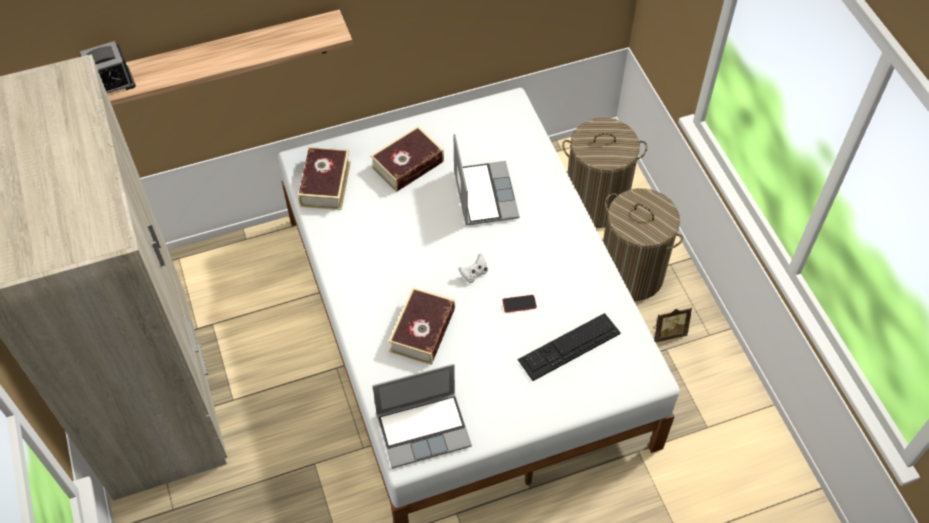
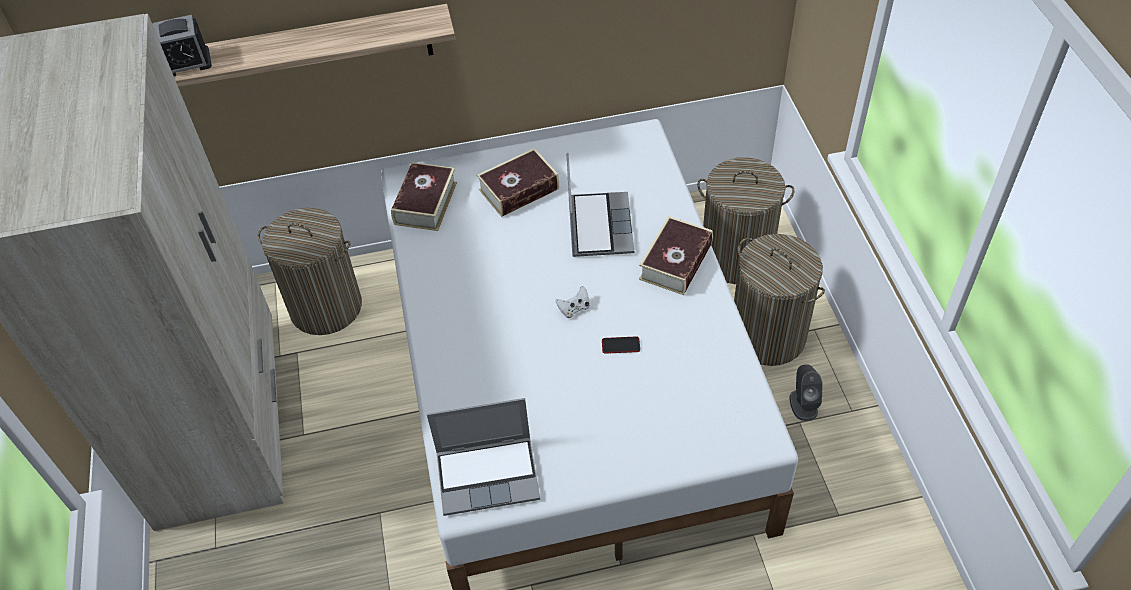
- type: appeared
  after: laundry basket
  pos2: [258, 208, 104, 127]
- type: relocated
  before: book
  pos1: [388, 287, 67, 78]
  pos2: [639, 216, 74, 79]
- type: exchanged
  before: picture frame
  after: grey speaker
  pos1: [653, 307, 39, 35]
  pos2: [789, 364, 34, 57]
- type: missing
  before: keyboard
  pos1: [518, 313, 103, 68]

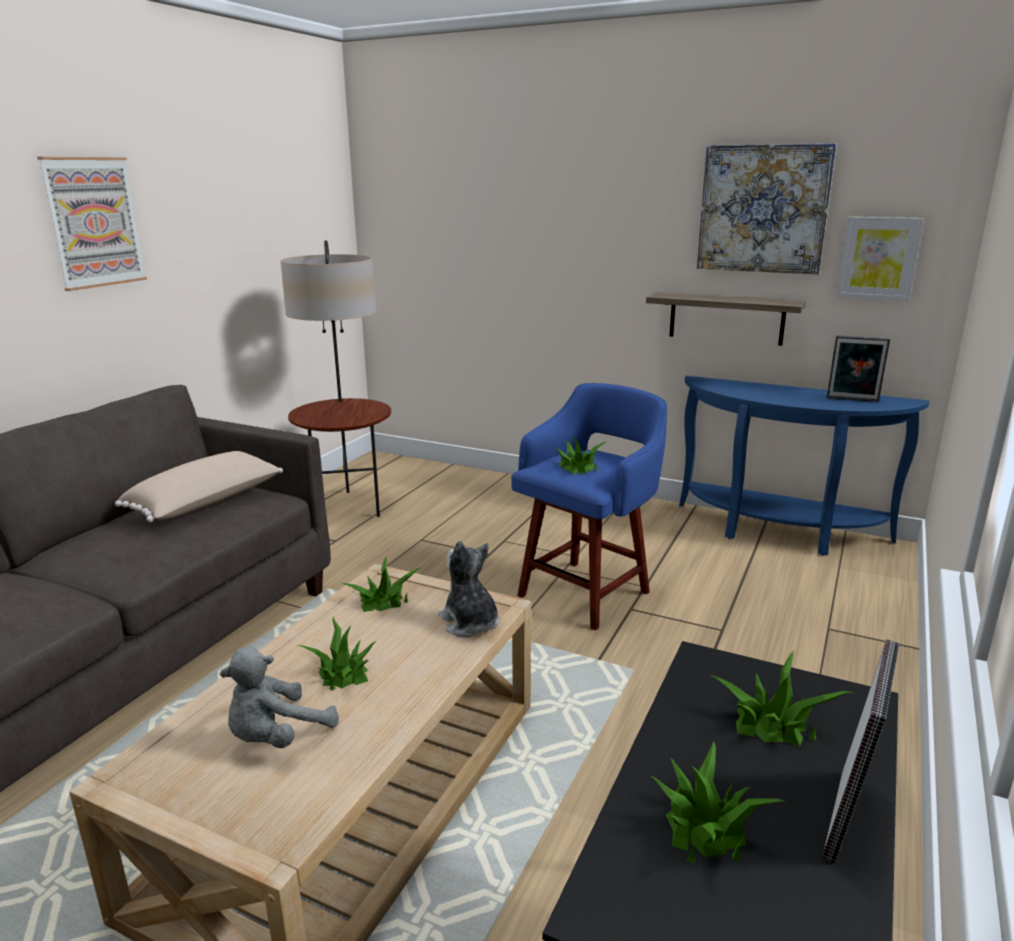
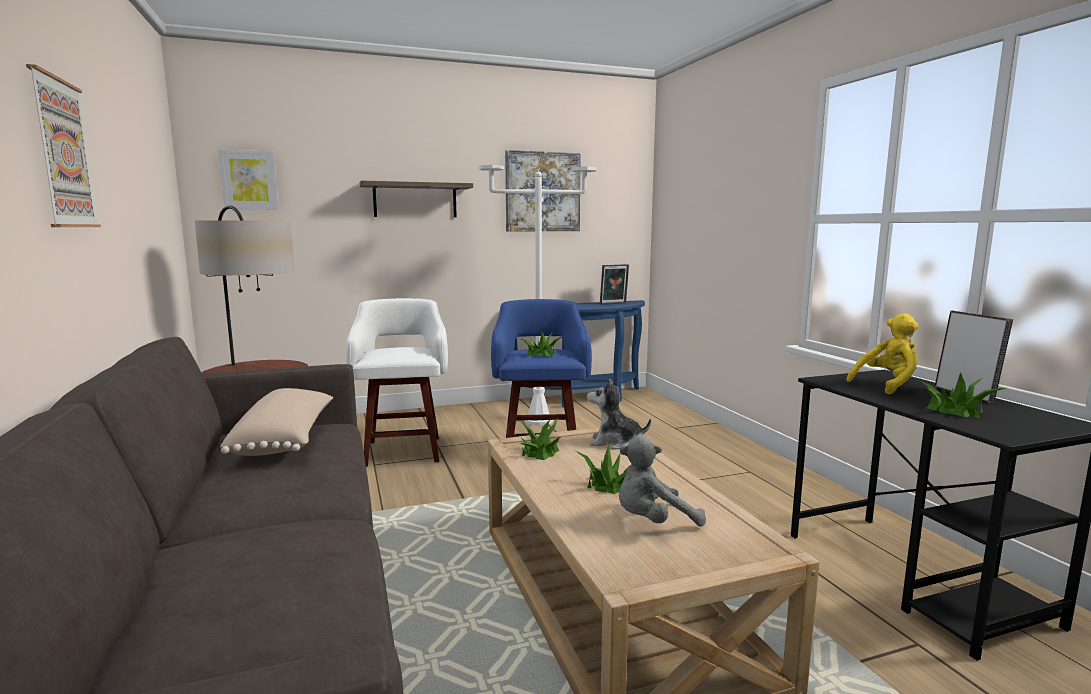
- type: relocated
  before: picture
  pos1: [836, 217, 88, 84]
  pos2: [219, 150, 60, 59]
- type: appeared
  after: white stool
  pos2: [346, 298, 102, 169]
- type: relocated
  before: shelf
  pos1: [646, 292, 160, 54]
  pos2: [359, 181, 114, 36]
- type: appeared
  after: white floor lamp
  pos2: [479, 165, 117, 261]
- type: spun
  before: grey plush toy
  pos1: [220, 646, 119, 102]
  pos2: [619, 435, 87, 92]
  turn: 75
- type: exchanged
  before: potted plant
  after: yellow plush toy
  pos1: [710, 651, 143, 95]
  pos2: [846, 313, 73, 82]

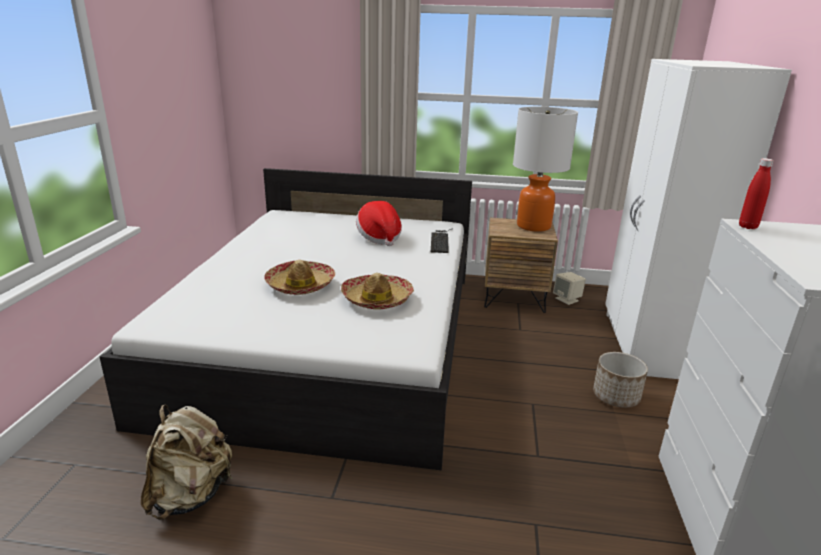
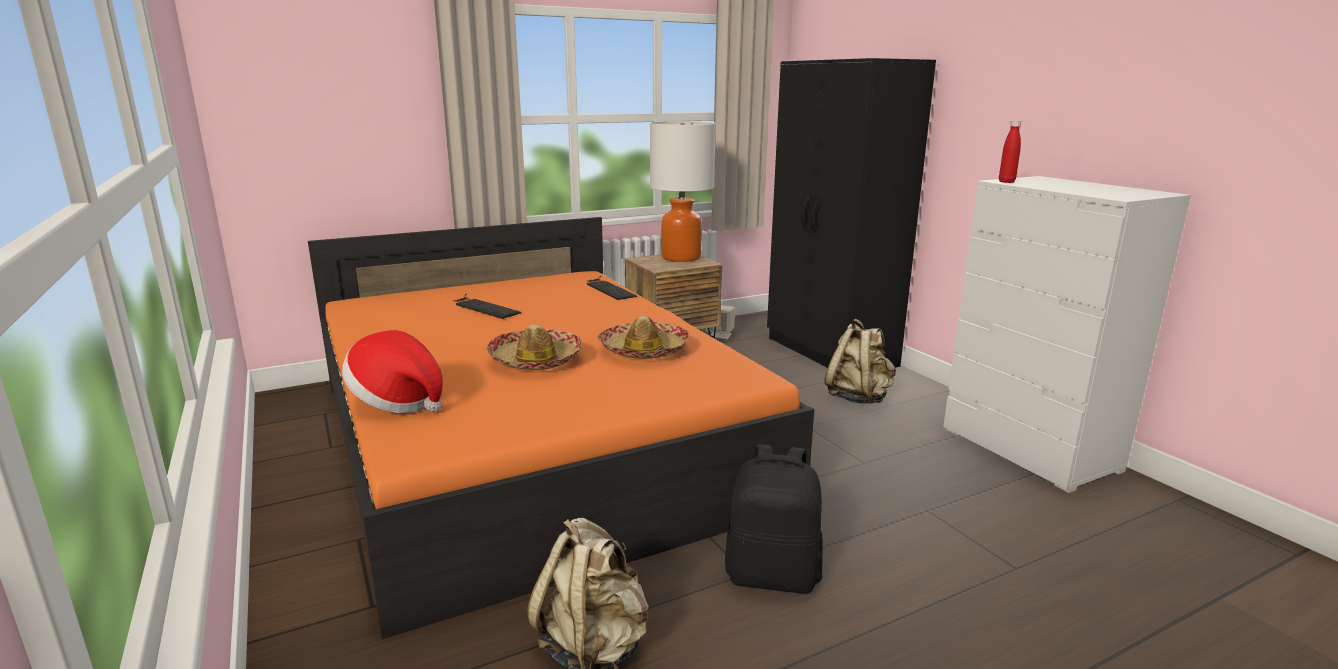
- type: colour
  before: white bed
  after: orange bed
  pos1: [100, 168, 372, 302]
  pos2: [308, 217, 506, 422]
- type: relocated
  before: hat
  pos1: [356, 201, 46, 45]
  pos2: [342, 330, 101, 83]
- type: appeared
  after: keyboard
  pos2: [453, 294, 68, 25]
- type: appeared
  after: black backpack
  pos2: [725, 444, 98, 150]
- type: colour
  before: white wardrobe
  after: black wardrobe
  pos1: [605, 59, 187, 320]
  pos2: [767, 58, 169, 310]
- type: exchanged
  before: planter
  after: beige backpack
  pos1: [593, 352, 55, 56]
  pos2: [824, 319, 72, 85]

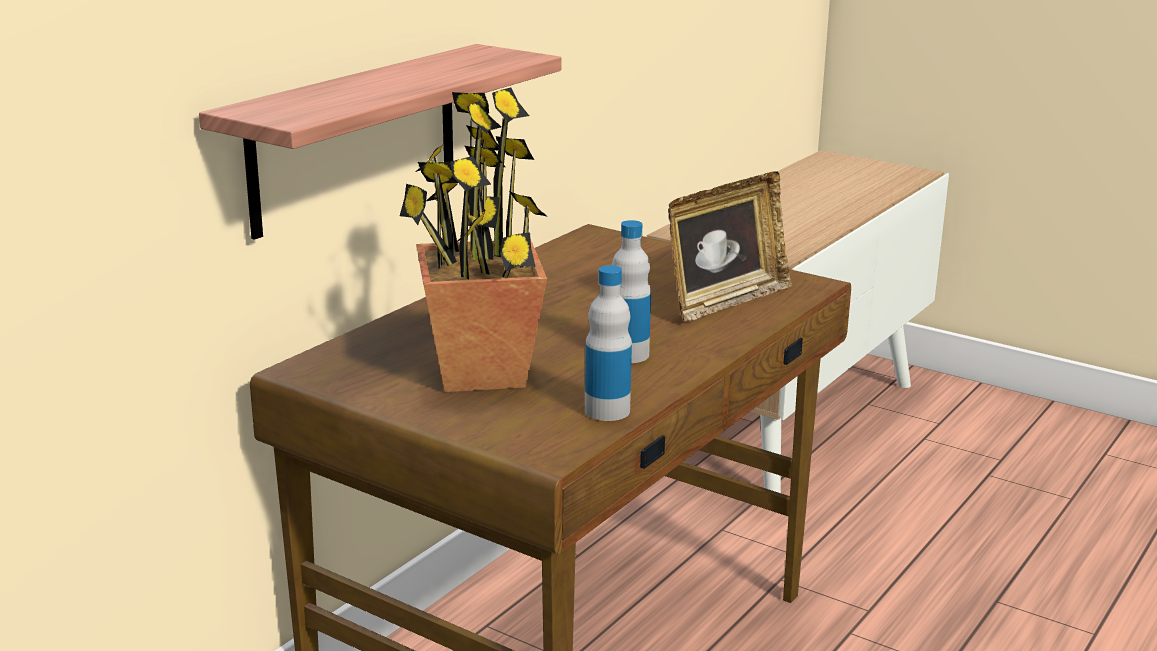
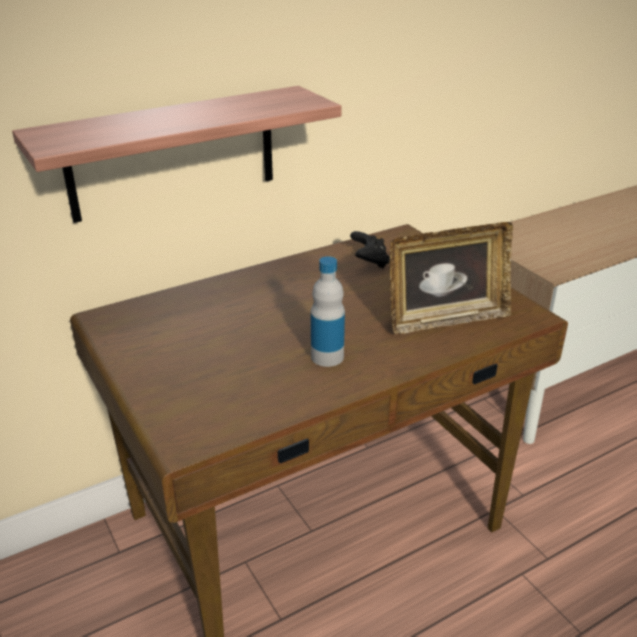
- type: appeared
  after: black game controller
  pos2: [350, 231, 40, 37]
- type: missing
  before: potted plant
  pos1: [400, 88, 148, 304]
- type: missing
  before: bottle
  pos1: [585, 265, 47, 156]

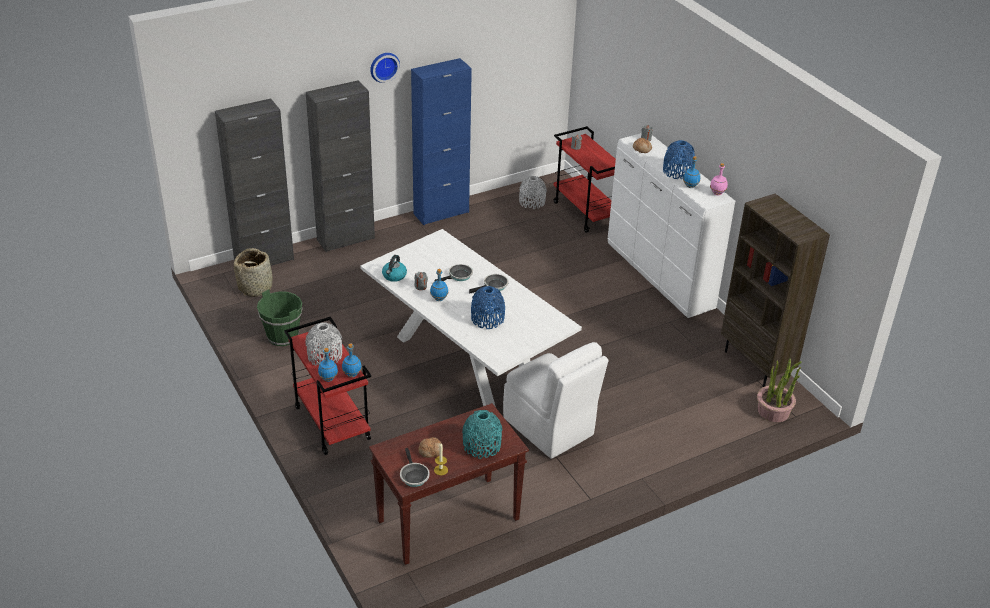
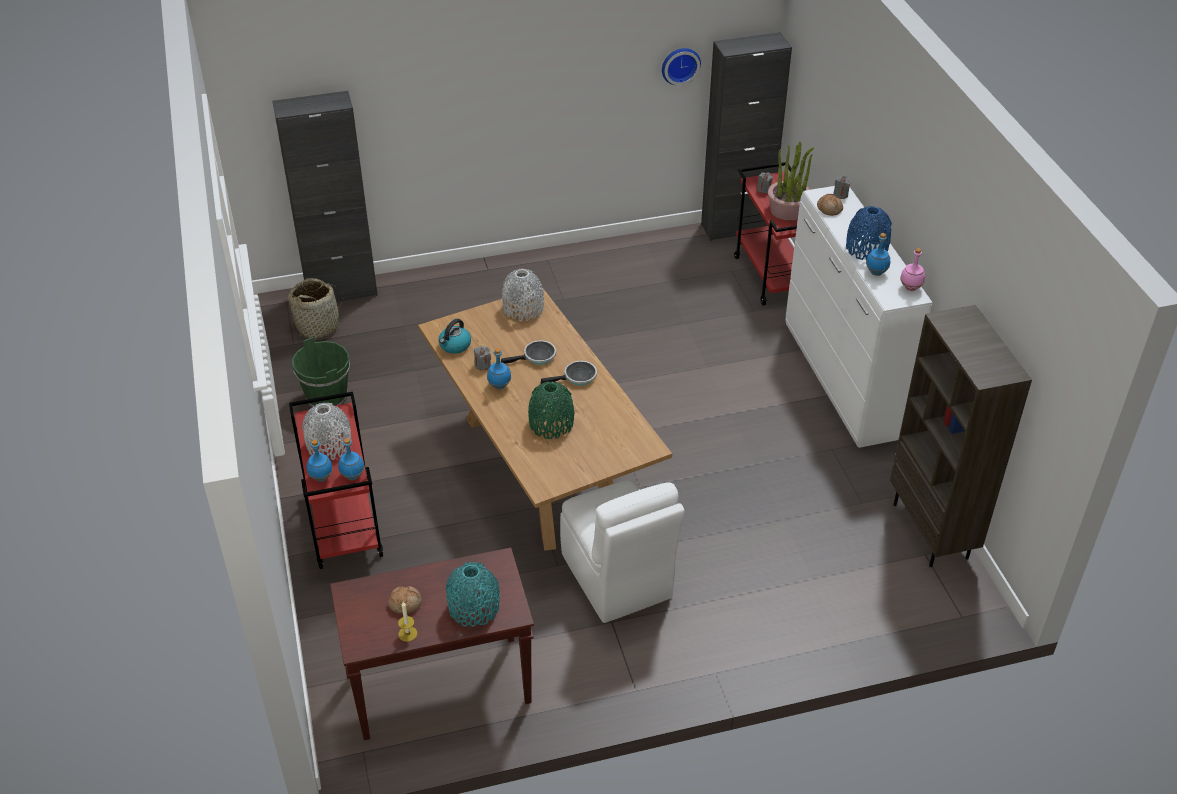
- type: colour
  before: white dining table
  after: brown dining table
  pos1: [360, 229, 222, 178]
  pos2: [418, 289, 254, 262]
- type: relocated
  before: grey vase
  pos1: [519, 176, 28, 33]
  pos2: [502, 269, 42, 52]
- type: colour
  before: blue vase
  after: green vase
  pos1: [471, 286, 34, 43]
  pos2: [528, 381, 46, 58]
- type: relocated
  before: wall clock
  pos1: [370, 53, 30, 30]
  pos2: [662, 48, 39, 37]
- type: relocated
  before: black cabinet
  pos1: [306, 80, 69, 172]
  pos2: [701, 32, 91, 209]
- type: relocated
  before: potted plant
  pos1: [757, 359, 45, 63]
  pos2: [768, 142, 46, 79]
- type: missing
  before: frying pan
  pos1: [400, 448, 30, 39]
- type: missing
  before: blue cabinet
  pos1: [411, 58, 61, 167]

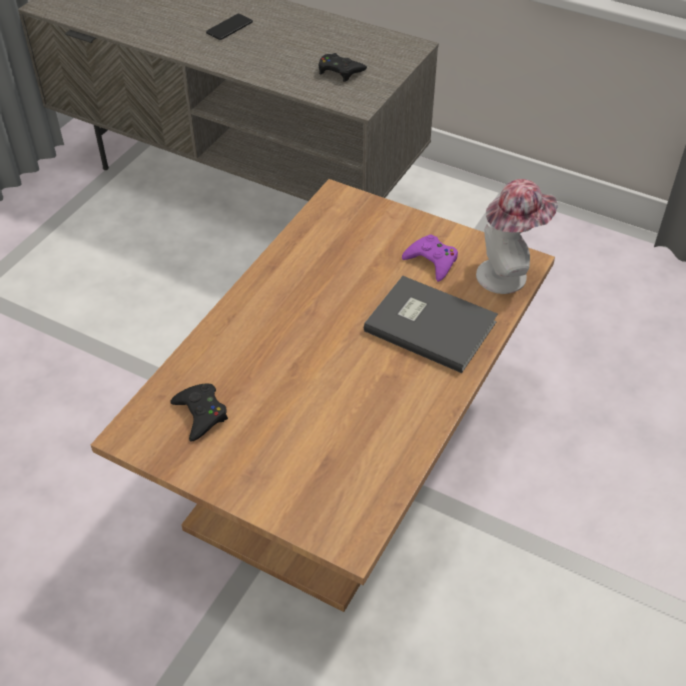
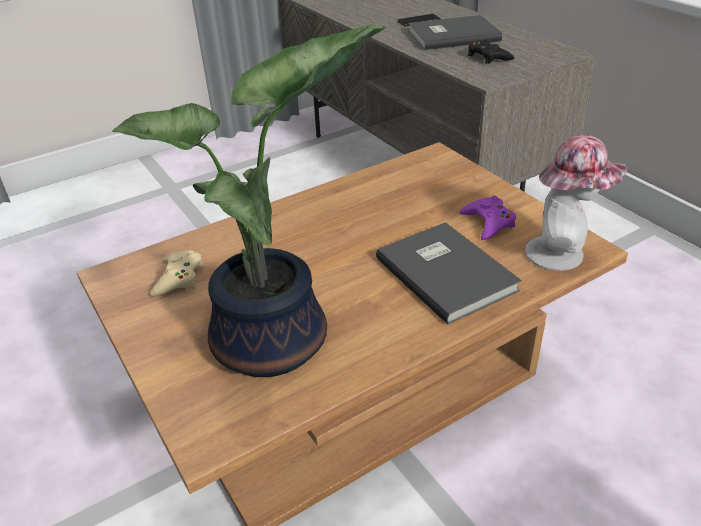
- type: appeared
  after: potted plant
  pos2: [112, 25, 274, 352]
- type: colour
  before: black game controller
  after: beige game controller
  pos1: [170, 384, 58, 58]
  pos2: [149, 250, 54, 46]
- type: appeared
  after: grey book
  pos2: [408, 15, 94, 35]

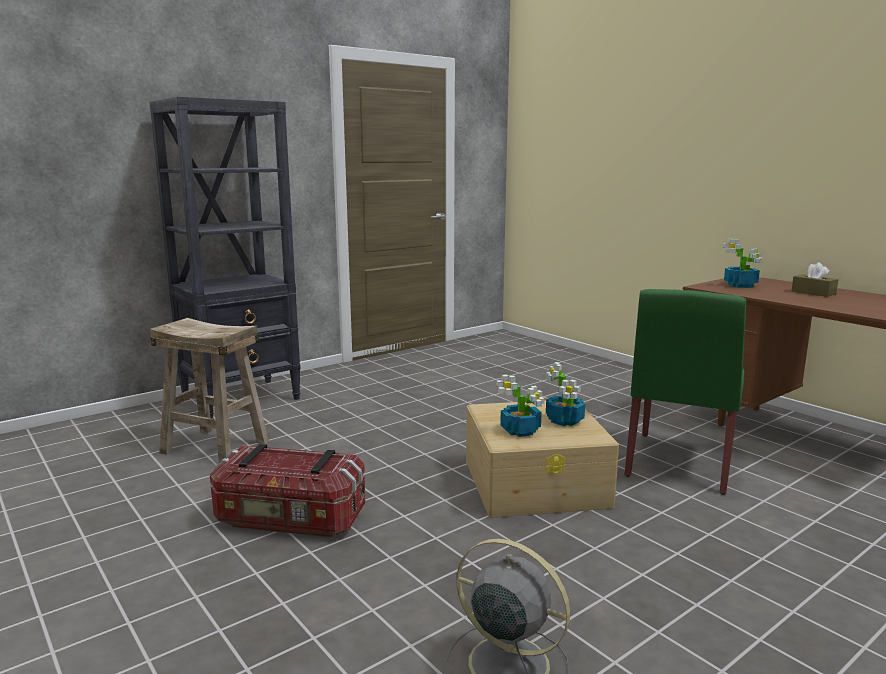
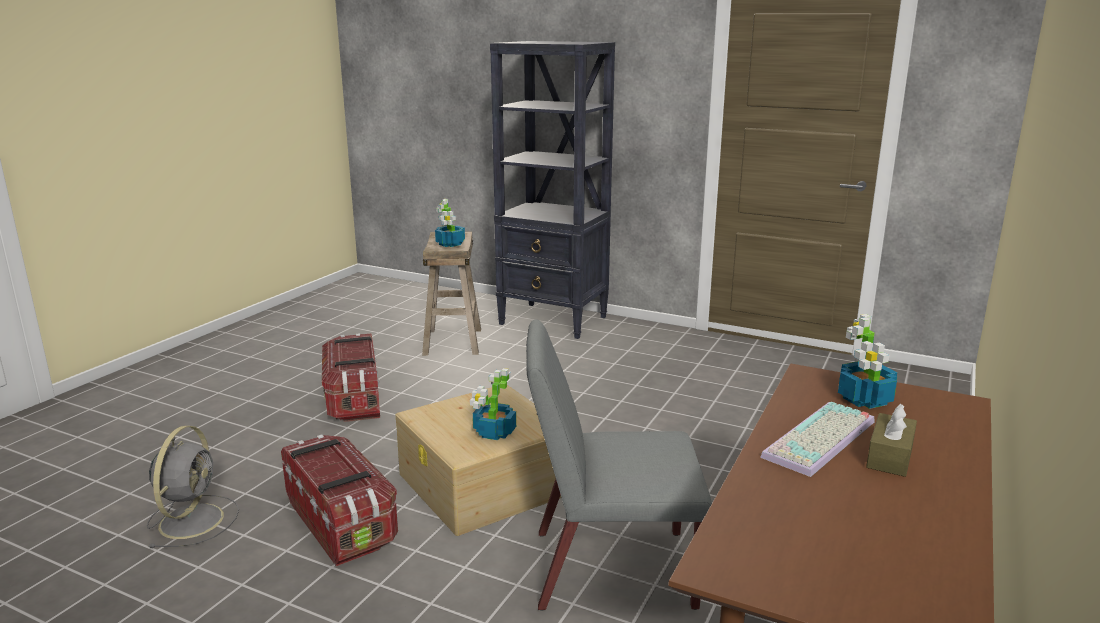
- type: appeared
  after: storage box
  pos2: [281, 434, 117, 132]
- type: relocated
  before: potted plant
  pos1: [496, 374, 48, 63]
  pos2: [435, 199, 30, 48]
- type: colour
  before: green chair
  after: grey chair
  pos1: [624, 289, 122, 206]
  pos2: [526, 319, 186, 292]
- type: appeared
  after: keyboard
  pos2: [760, 402, 115, 75]

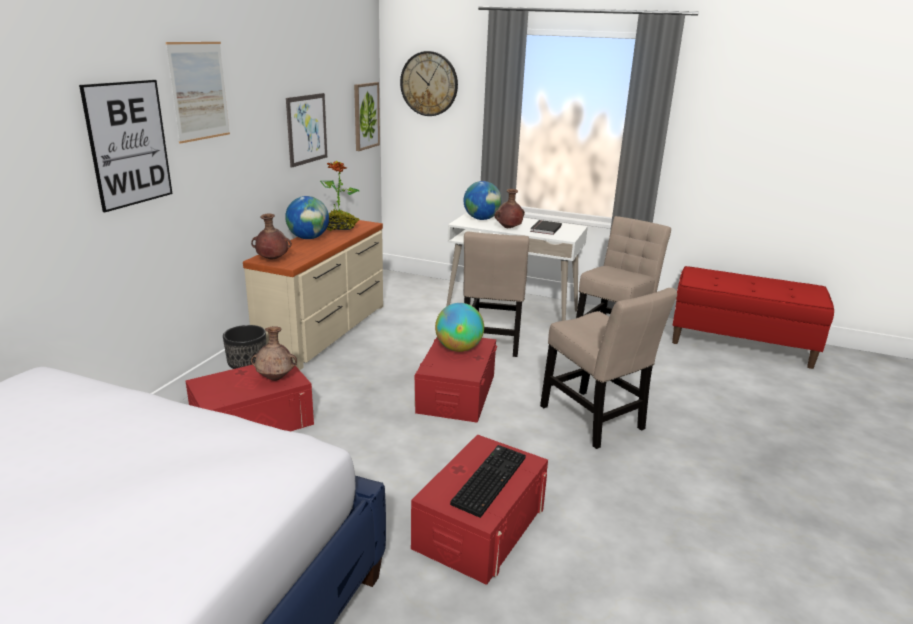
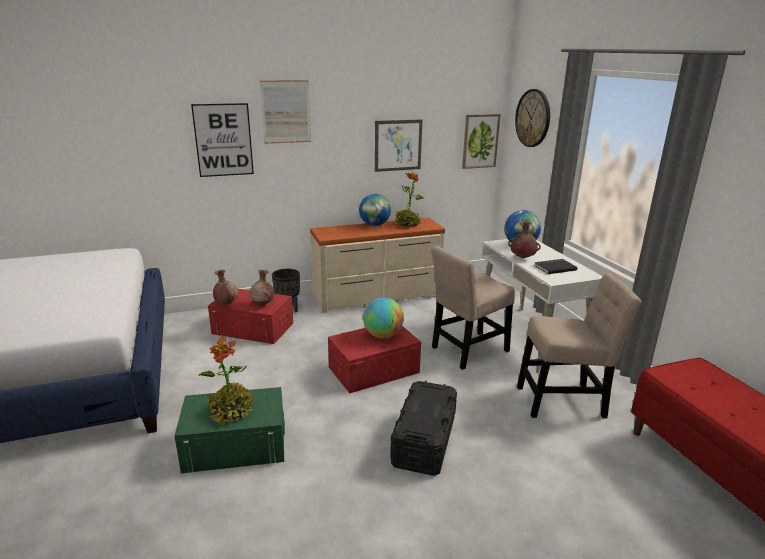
- type: colour
  before: red storage box
  after: green storage box
  pos1: [411, 434, 137, 151]
  pos2: [174, 387, 111, 86]
- type: exchanged
  before: keyboard
  after: potted plant
  pos1: [450, 445, 76, 73]
  pos2: [198, 335, 55, 90]
- type: relocated
  before: brown vase
  pos1: [251, 213, 41, 47]
  pos2: [213, 270, 25, 34]
- type: exchanged
  before: beige chair
  after: black storage box
  pos1: [540, 288, 137, 161]
  pos2: [390, 381, 67, 95]

